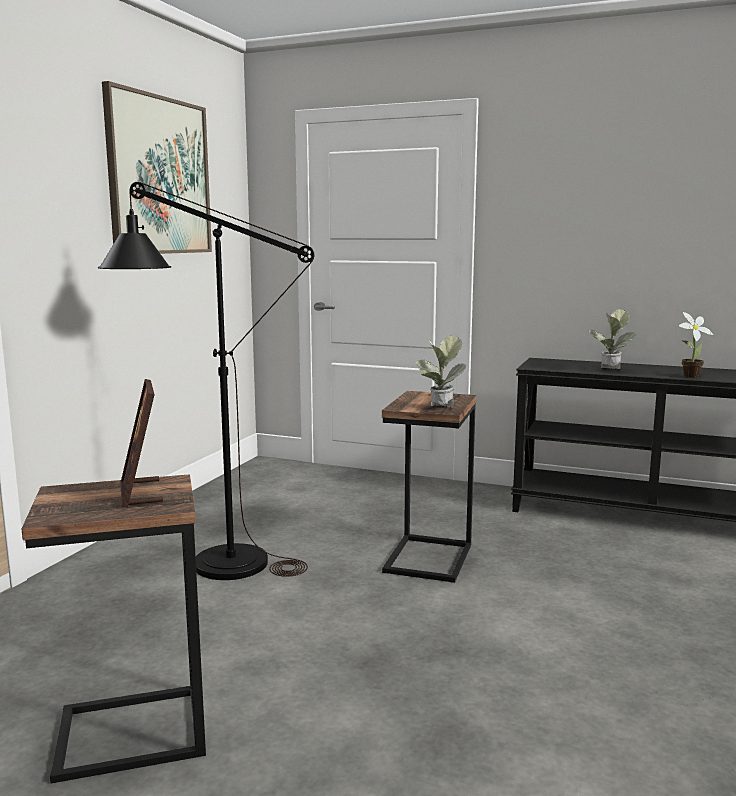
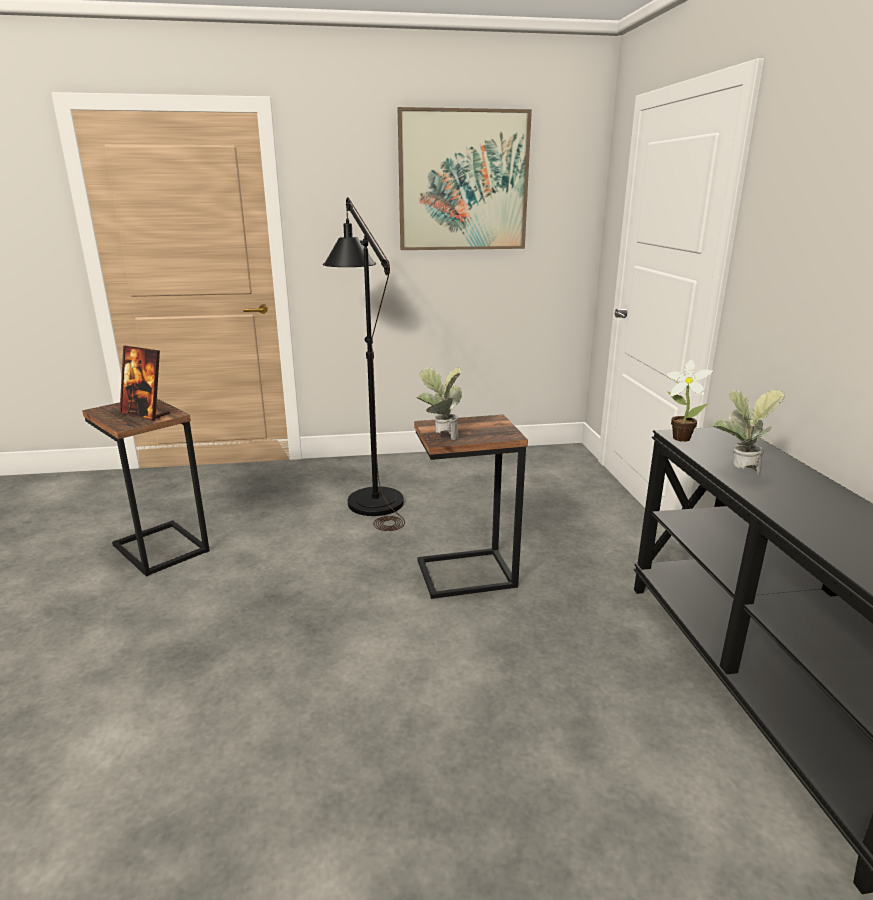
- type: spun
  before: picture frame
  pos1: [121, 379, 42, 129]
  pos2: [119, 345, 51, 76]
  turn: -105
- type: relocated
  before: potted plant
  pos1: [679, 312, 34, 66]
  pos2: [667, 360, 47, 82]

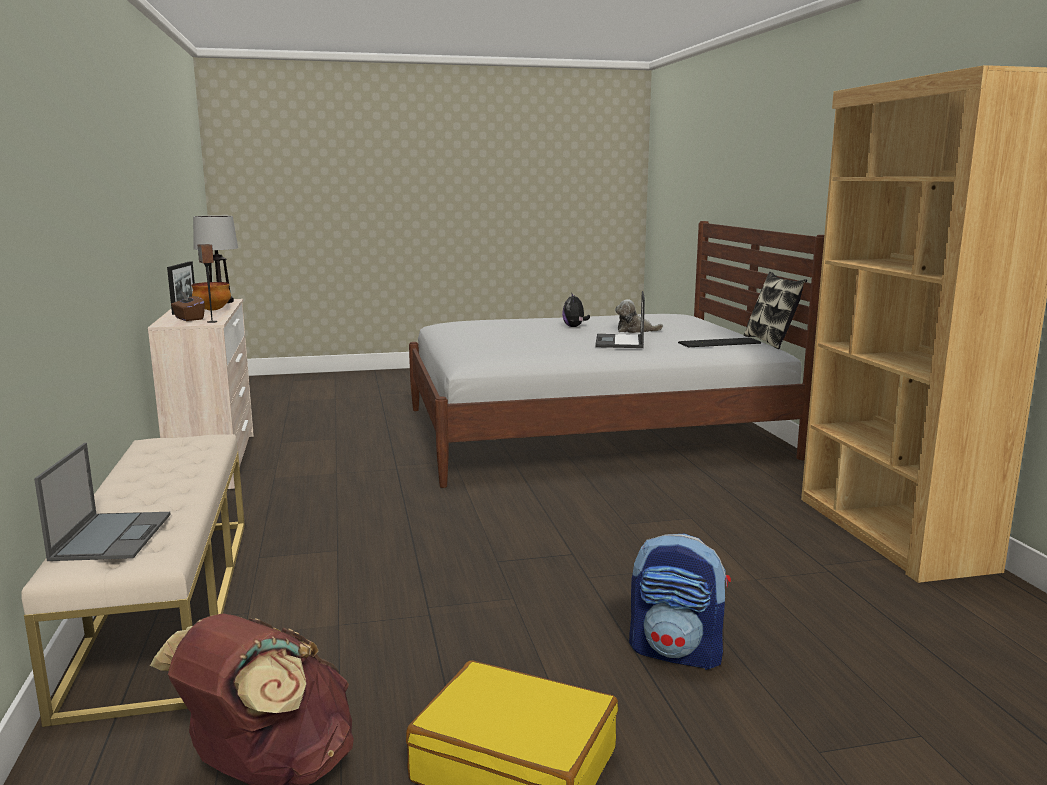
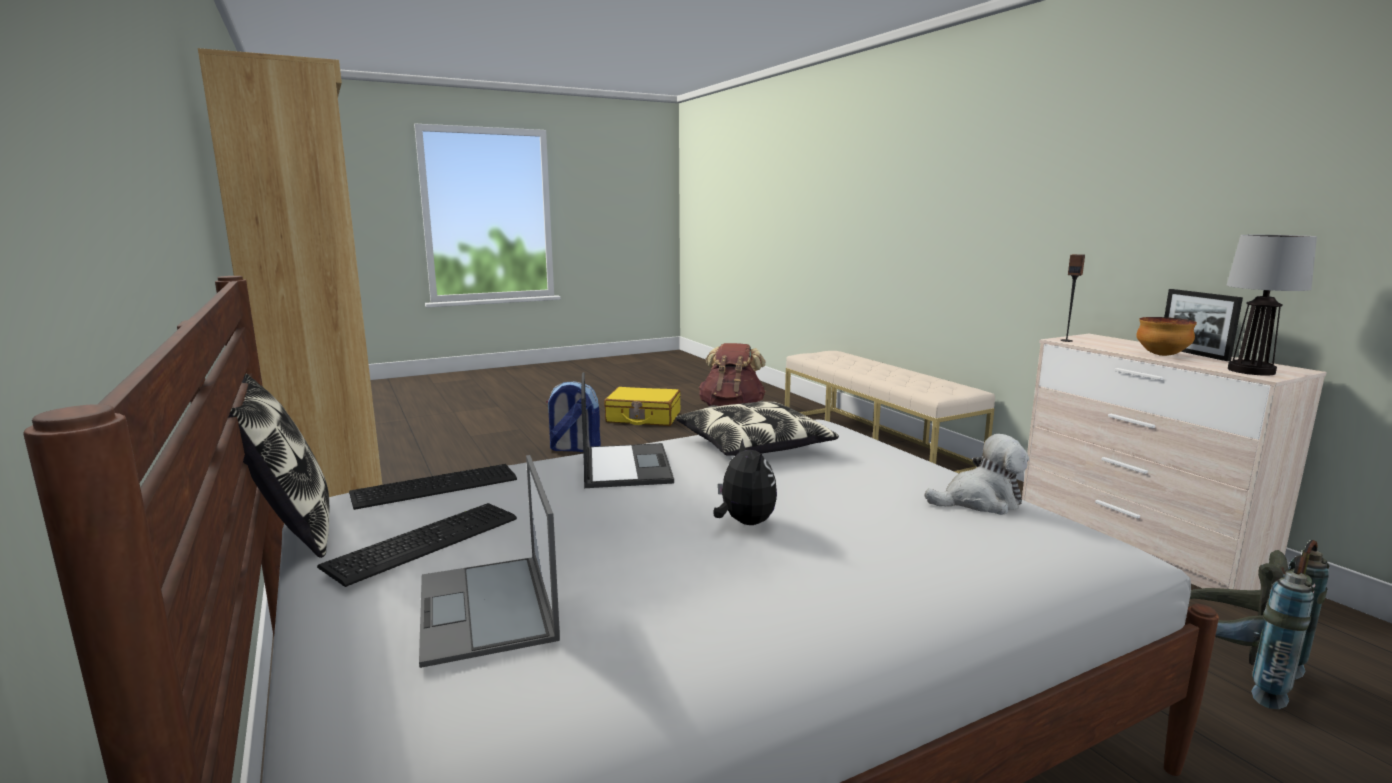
- type: appeared
  after: keyboard
  pos2: [317, 503, 200, 84]
- type: relocated
  before: laptop
  pos1: [34, 443, 136, 118]
  pos2: [419, 455, 141, 213]
- type: appeared
  after: pillow
  pos2: [676, 400, 163, 56]
- type: relocated
  before: plush toy
  pos1: [615, 299, 48, 34]
  pos2: [924, 434, 105, 81]
- type: appeared
  after: grey backpack
  pos2: [1190, 540, 139, 169]
- type: missing
  before: brown tissue box
  pos1: [171, 291, 34, 30]

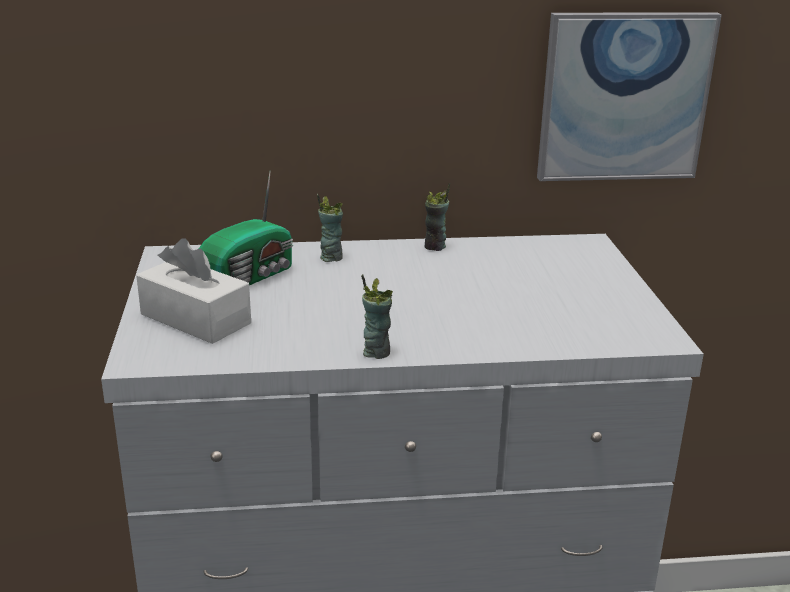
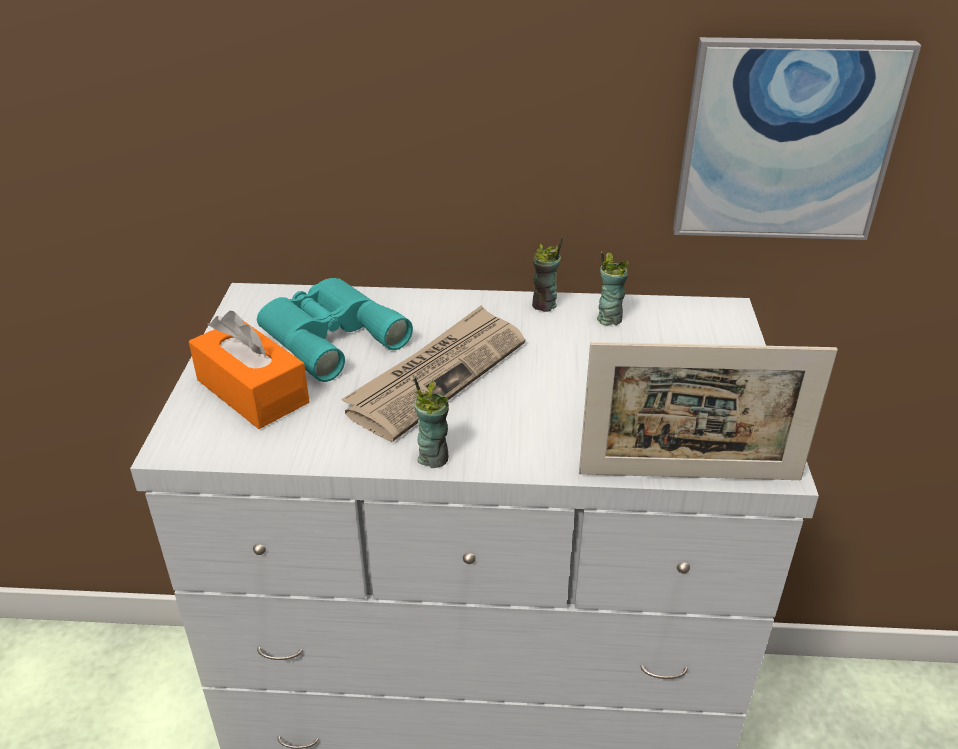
- type: colour
  before: white tissue box
  after: orange tissue box
  pos1: [136, 238, 115, 106]
  pos2: [189, 311, 120, 118]
- type: exchanged
  before: radio
  after: turquoise binoculars
  pos1: [199, 170, 94, 115]
  pos2: [257, 278, 156, 104]
- type: appeared
  after: newspaper
  pos2: [341, 305, 184, 137]
- type: appeared
  after: picture frame
  pos2: [579, 342, 259, 138]
- type: relocated
  before: cup
  pos1: [317, 194, 26, 68]
  pos2: [597, 251, 32, 74]

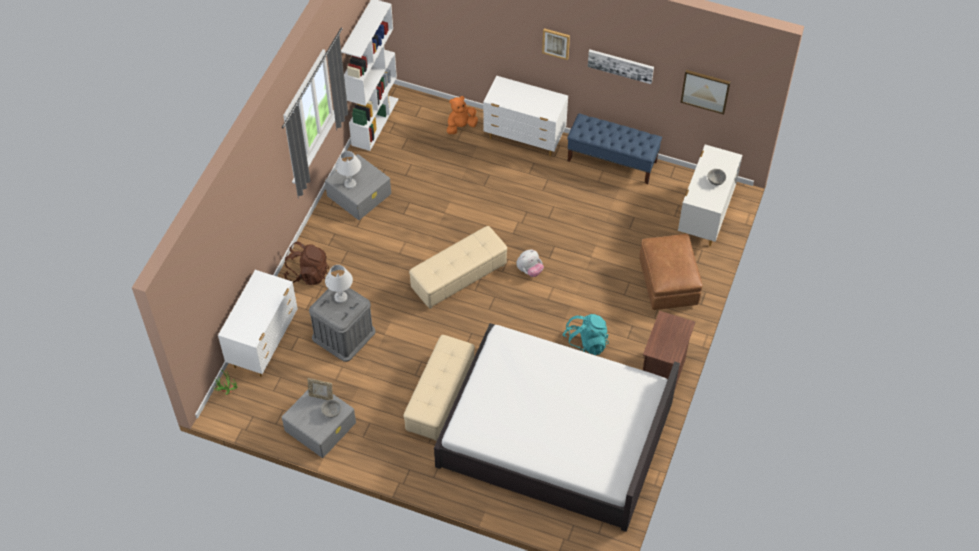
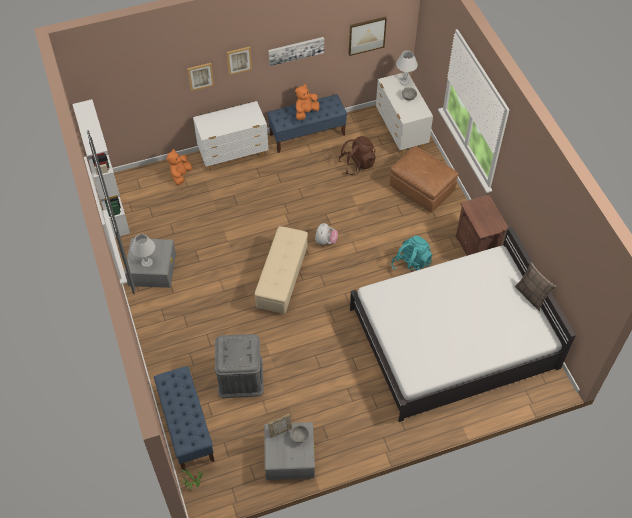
- type: exchanged
  before: white dresser
  after: blue bench
  pos1: [218, 270, 80, 107]
  pos2: [154, 366, 60, 104]
- type: appeared
  after: picture
  pos2: [187, 63, 27, 28]
- type: appeared
  after: orange plush toy
  pos2: [295, 84, 25, 36]
- type: relocated
  before: brown backpack
  pos1: [284, 242, 45, 43]
  pos2: [338, 136, 38, 39]
- type: relocated
  before: white table lamp
  pos1: [325, 265, 28, 38]
  pos2: [396, 51, 22, 34]
- type: appeared
  after: pillow
  pos2: [515, 262, 41, 49]
- type: missing
  before: beige ottoman
  pos1: [403, 335, 72, 106]

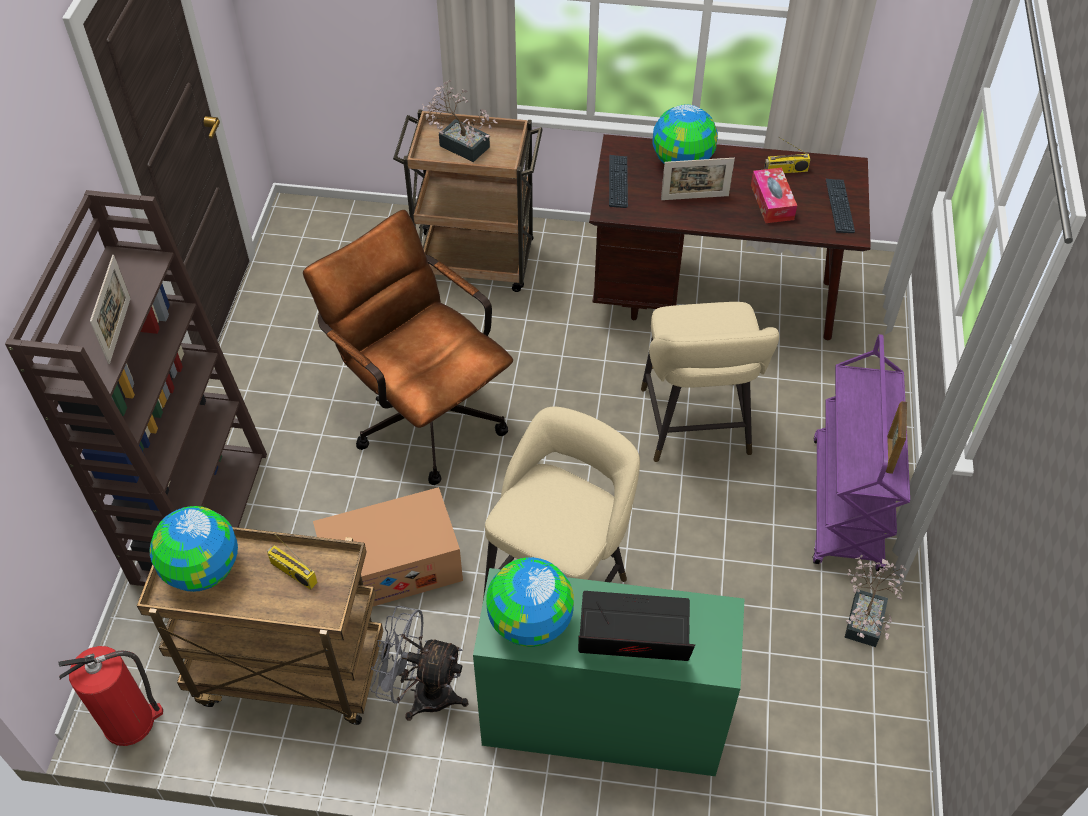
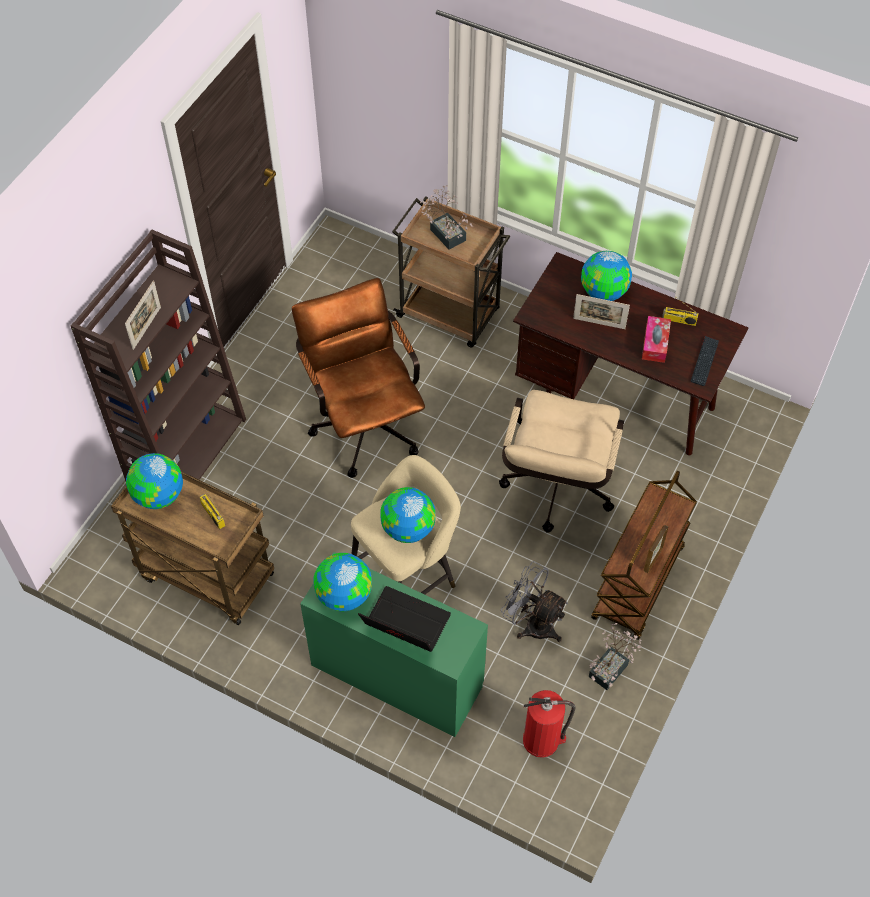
- type: appeared
  after: globe
  pos2: [380, 487, 55, 56]
- type: exchanged
  before: beige stool
  after: beige office chair
  pos1: [641, 302, 138, 160]
  pos2: [499, 390, 125, 143]
- type: relocated
  before: grey fan
  pos1: [370, 605, 98, 116]
  pos2: [501, 561, 67, 81]
- type: relocated
  before: fire extinguisher
  pos1: [58, 646, 105, 100]
  pos2: [523, 690, 52, 68]
- type: colour
  before: purple cart
  after: brown cart
  pos1: [813, 334, 97, 237]
  pos2: [591, 471, 106, 169]
- type: missing
  before: cardboard box
  pos1: [313, 487, 150, 119]
- type: missing
  before: keyboard
  pos1: [609, 155, 19, 53]

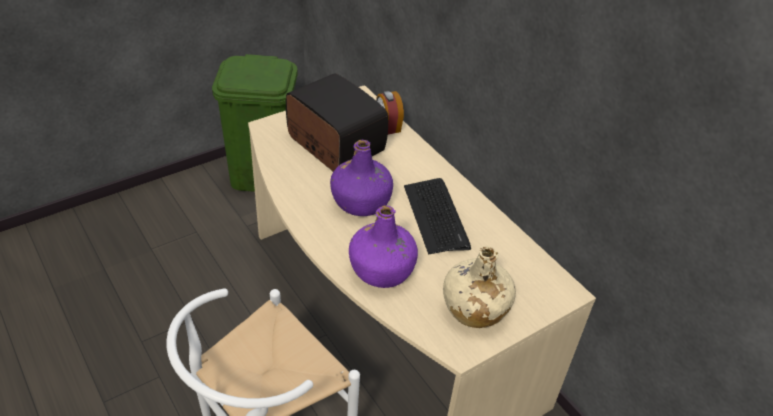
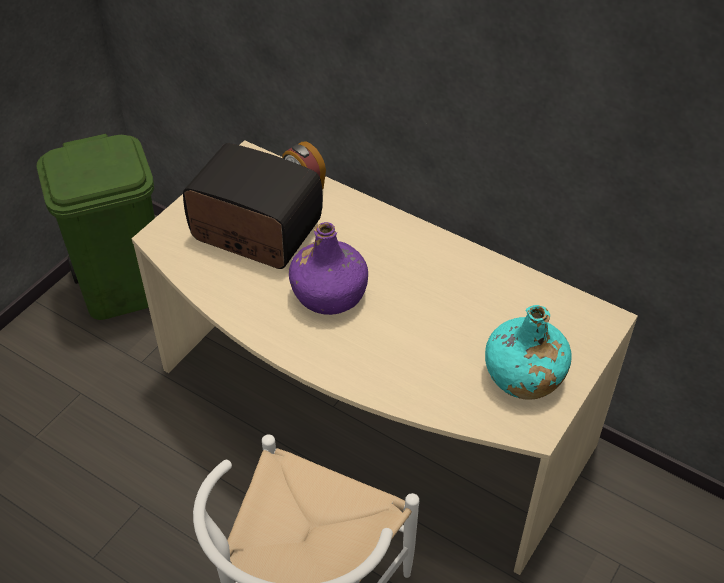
- type: colour
  before: beige bottle
  after: turquoise bottle
  pos1: [443, 246, 73, 82]
  pos2: [485, 305, 87, 94]
- type: missing
  before: purple bottle
  pos1: [349, 205, 69, 83]
- type: missing
  before: keyboard
  pos1: [404, 178, 67, 76]

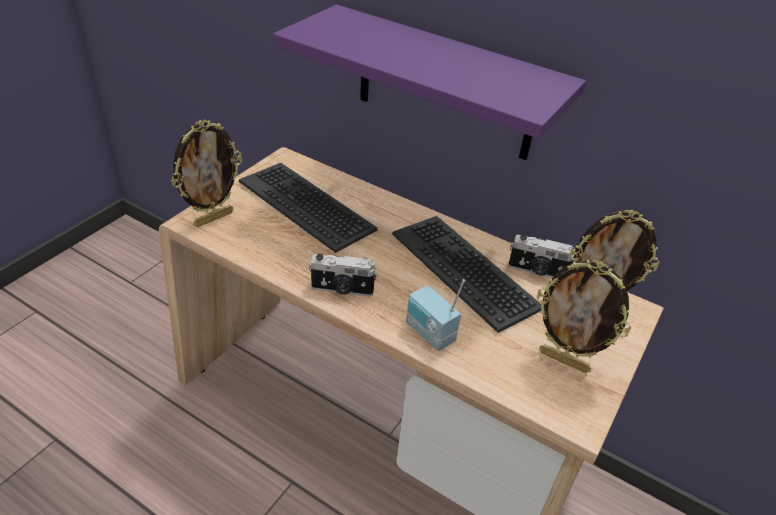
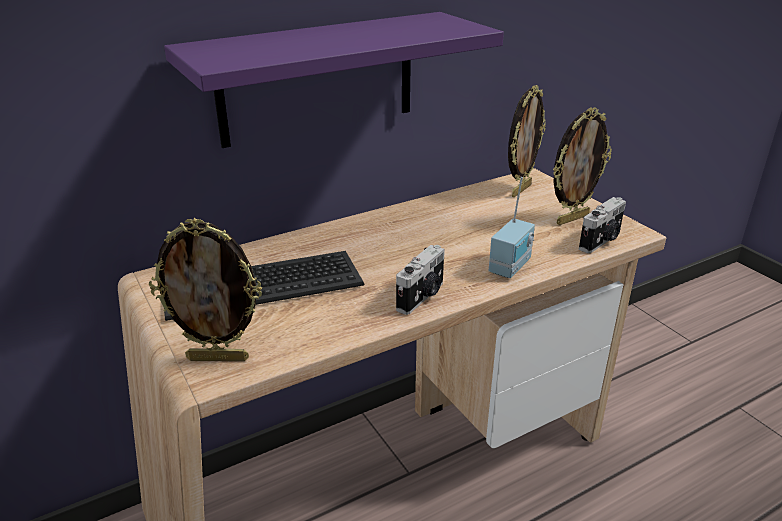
- type: spun
  before: picture frame
  pos1: [171, 120, 71, 107]
  pos2: [149, 218, 113, 143]
  turn: 105
- type: spun
  before: radio
  pos1: [406, 279, 59, 72]
  pos2: [489, 177, 46, 101]
  turn: -45
- type: relocated
  before: photo camera
  pos1: [508, 234, 67, 44]
  pos2: [579, 197, 47, 56]
- type: missing
  before: keyboard
  pos1: [392, 216, 149, 117]

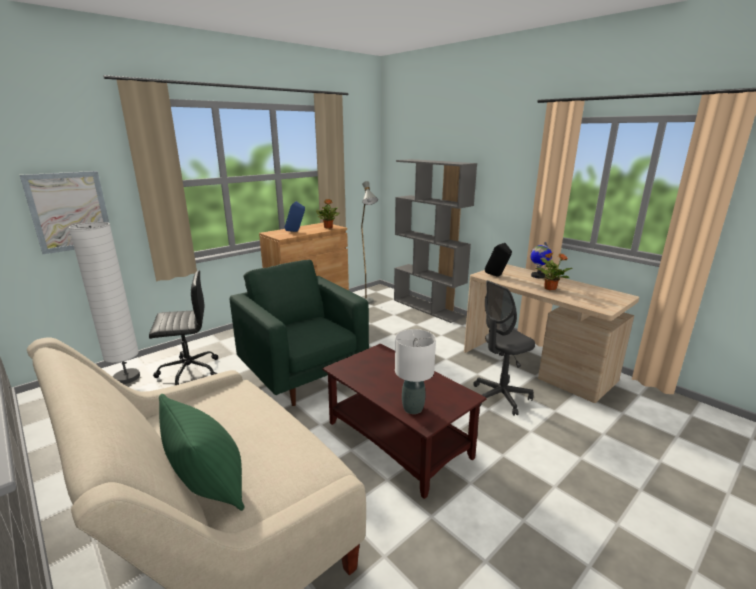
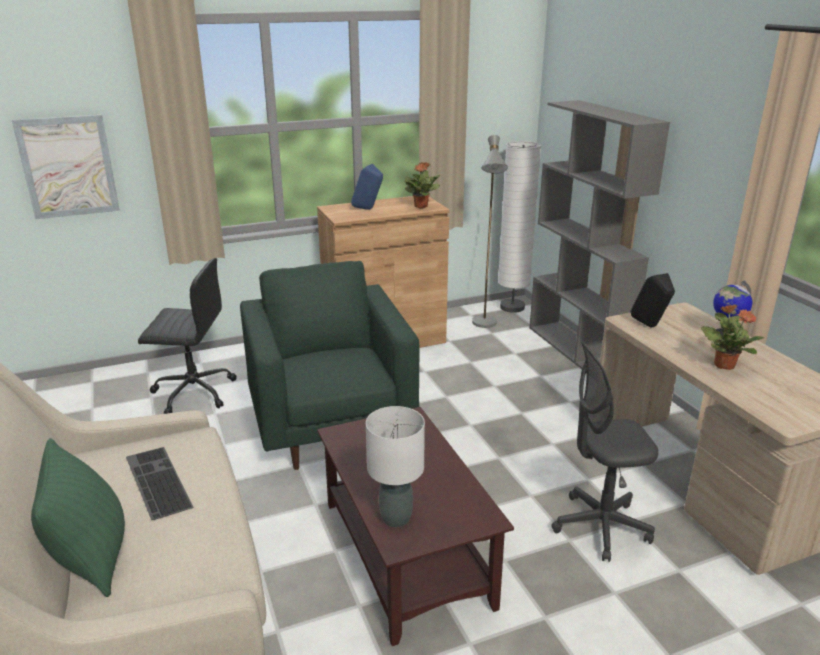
- type: appeared
  after: keyboard
  pos2: [126, 447, 67, 73]
- type: relocated
  before: white floor lamp
  pos1: [69, 222, 71, 162]
  pos2: [498, 141, 43, 172]

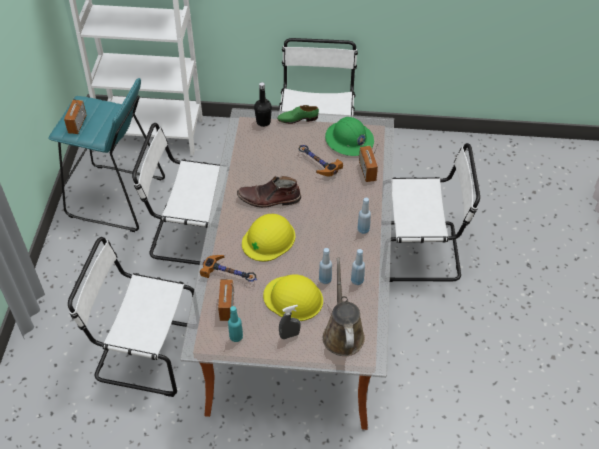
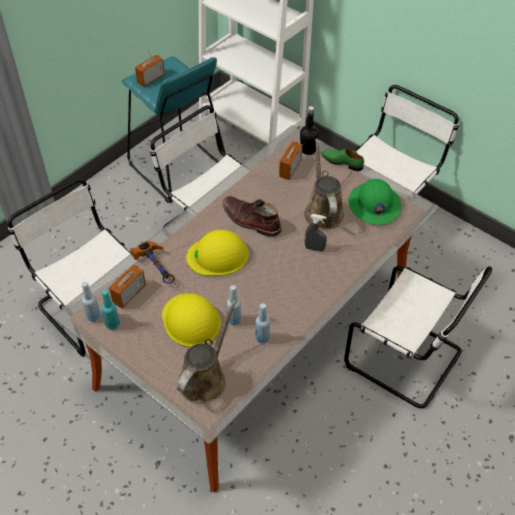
- type: relocated
  before: blue bottle
  pos1: [357, 197, 14, 37]
  pos2: [81, 282, 20, 40]
- type: relocated
  before: radio
  pos1: [359, 143, 20, 39]
  pos2: [279, 140, 24, 40]
- type: exchanged
  before: hammer
  after: brown watering can
  pos1: [298, 145, 45, 32]
  pos2: [304, 139, 40, 91]
- type: relocated
  before: grey spray bottle
  pos1: [279, 305, 21, 34]
  pos2: [305, 214, 22, 38]

